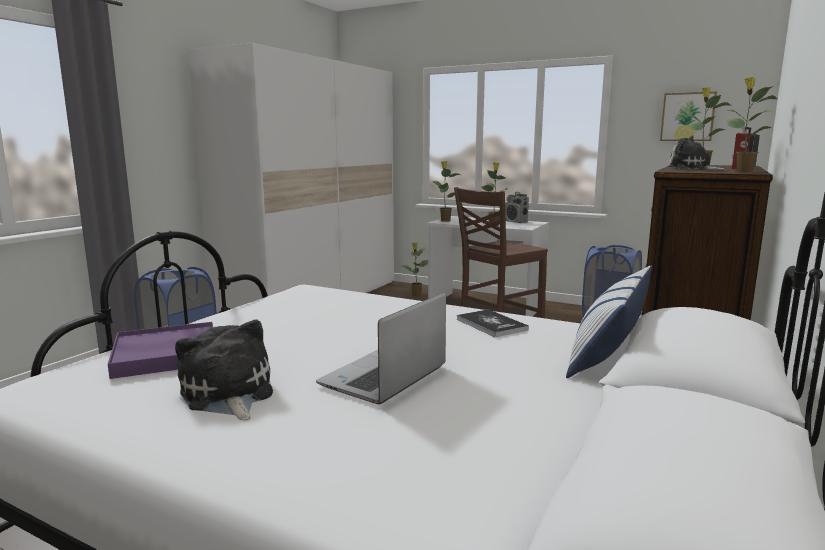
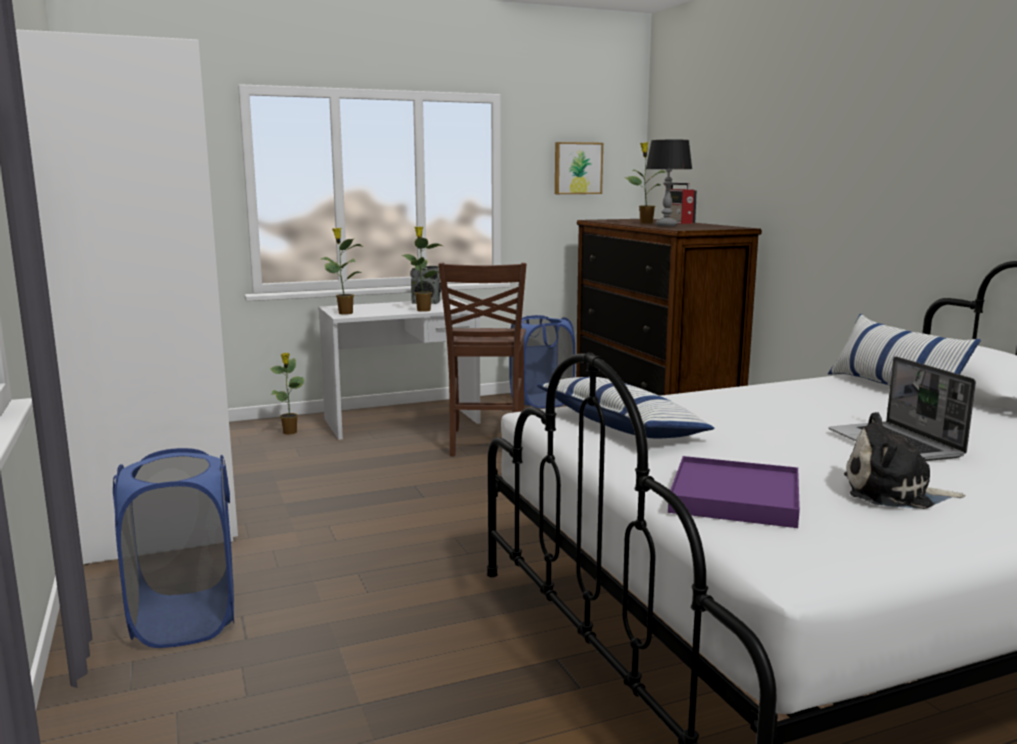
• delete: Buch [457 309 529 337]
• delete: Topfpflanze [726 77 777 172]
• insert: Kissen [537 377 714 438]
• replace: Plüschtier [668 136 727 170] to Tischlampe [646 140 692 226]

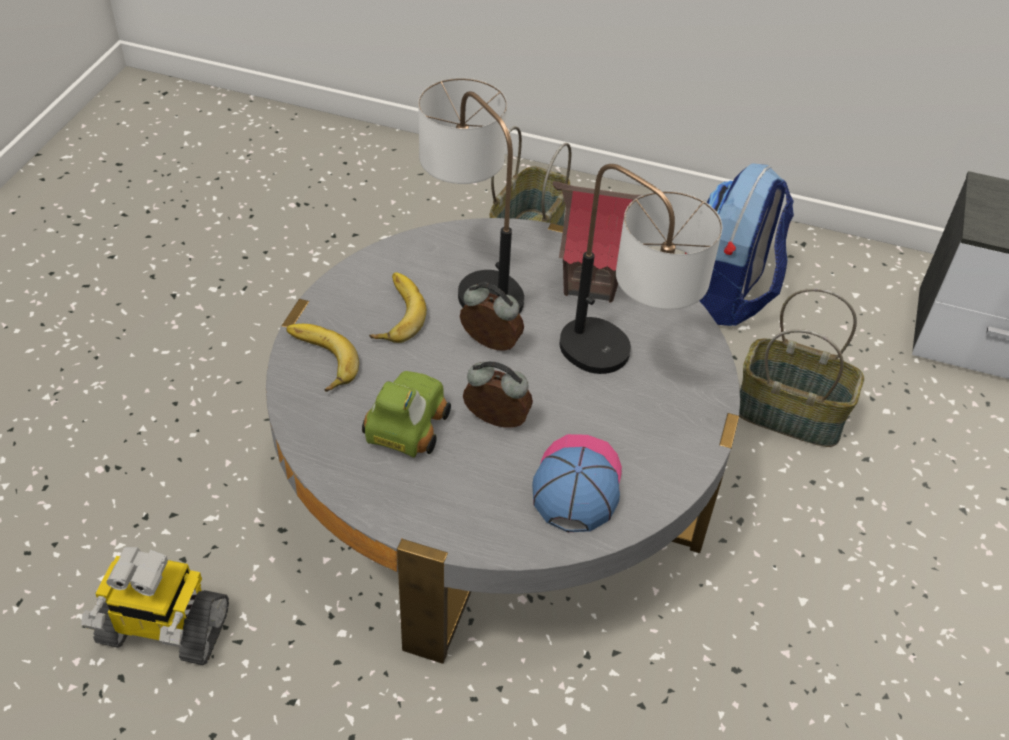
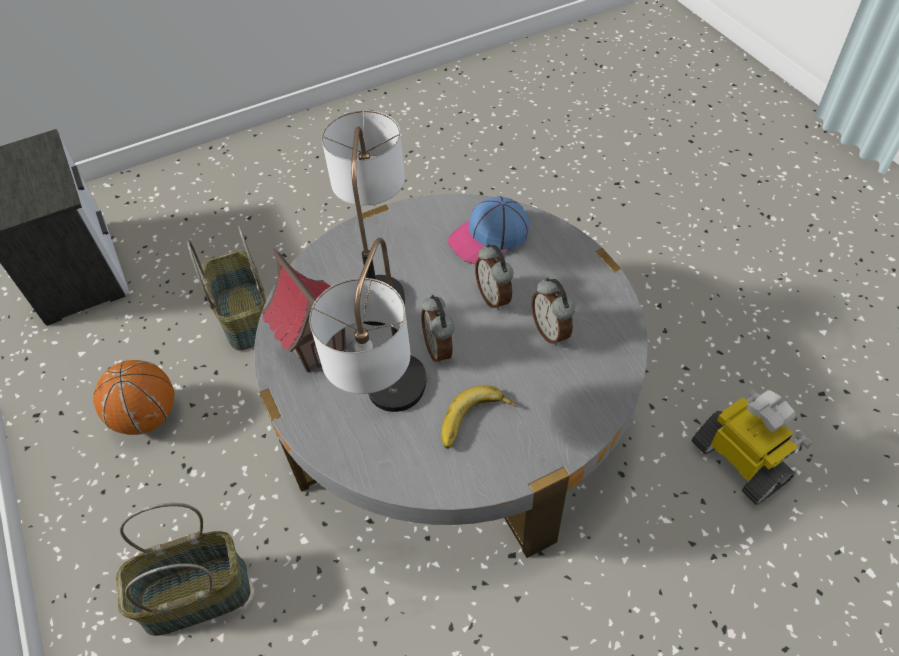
• delete: Banane [286 324 359 392]
• replace: Spielzeugauto [362 371 451 458] to Wecker [531 277 575 346]
• replace: Rucksack [685 163 794 326] to Basketball [93 360 174 435]

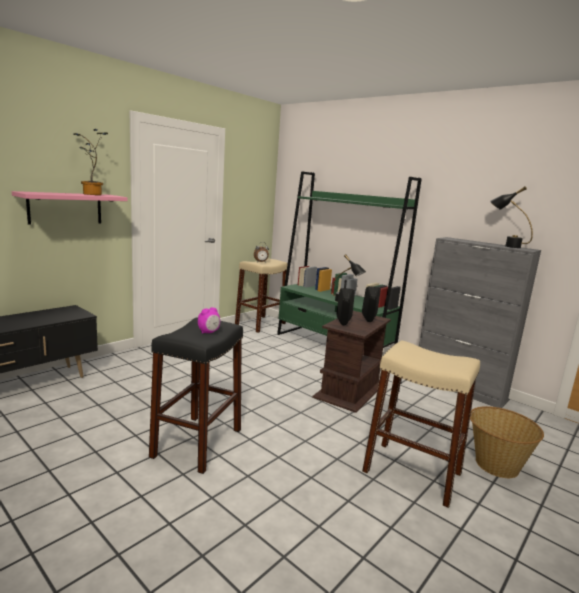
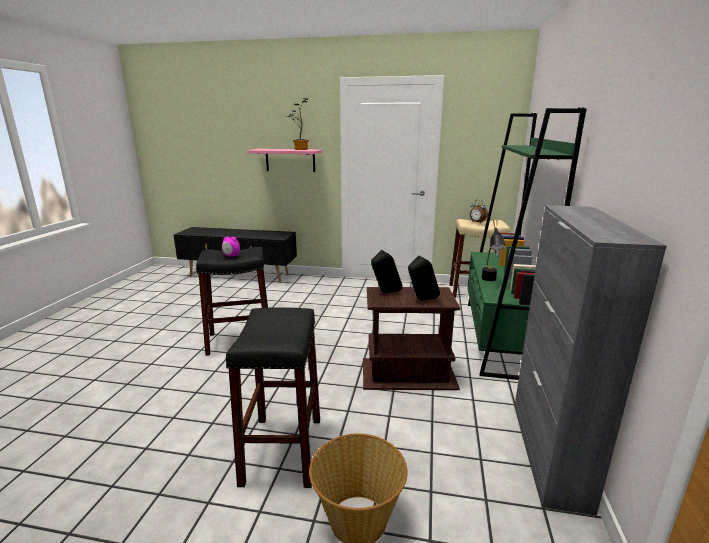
• delete: Tischlampe/schwarz [490 186 533 248]
• recolor: Hocker/beige [362 341 480 508] to Hocker/schwarz [226 308 320 488]

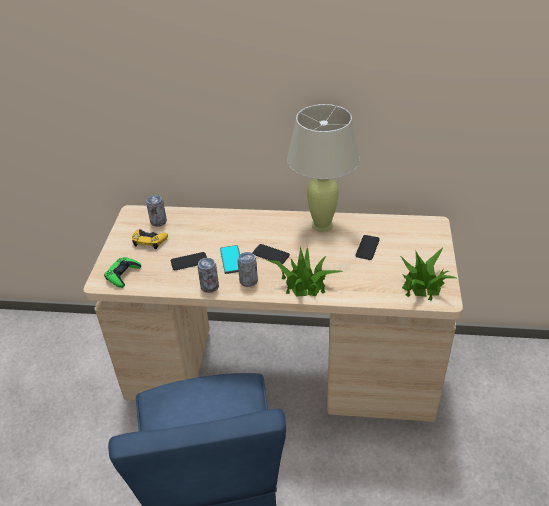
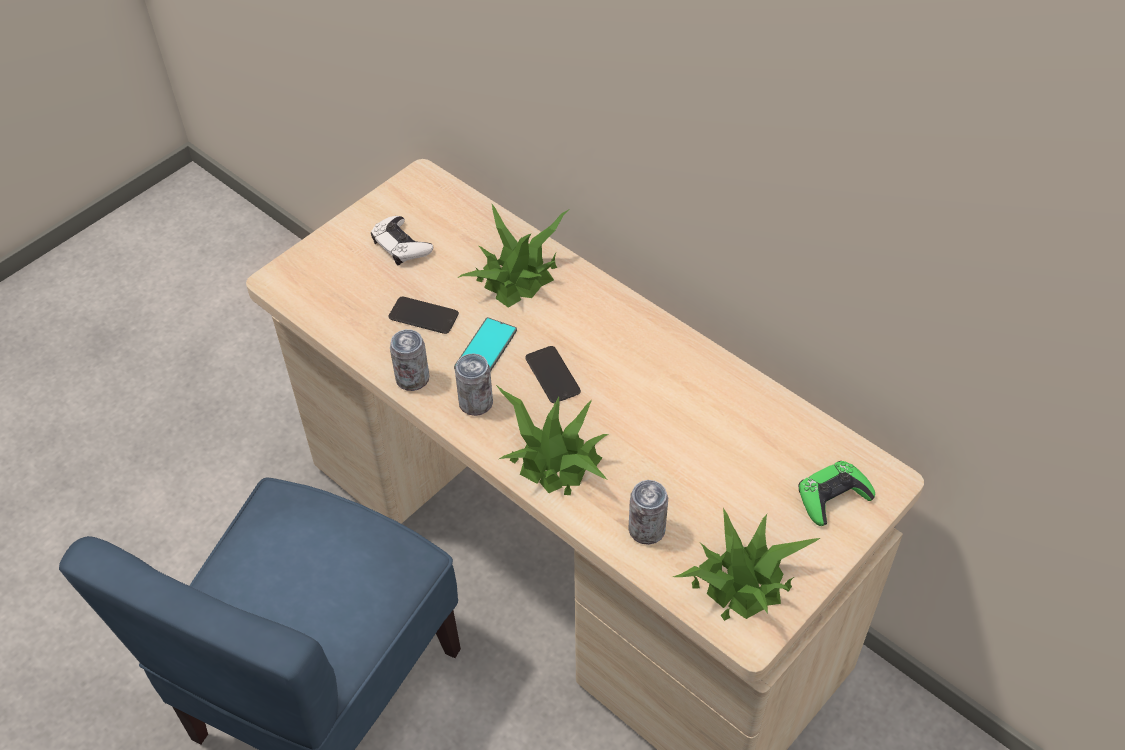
• delete: Tischlampe/beige [287 104 360 232]
• delete: Handy [355 235 380 260]
• insert: Topfpflanze [458 204 568 308]
• move: Gamepad/grün [104 257 141 288] to [798 461 875 526]
• move: Dose [146 195 167 227] to [628 480 668 545]
• recolor: Gamepad/gelb [132 229 168 249] to Gamepad/weiß [371 216 433 265]

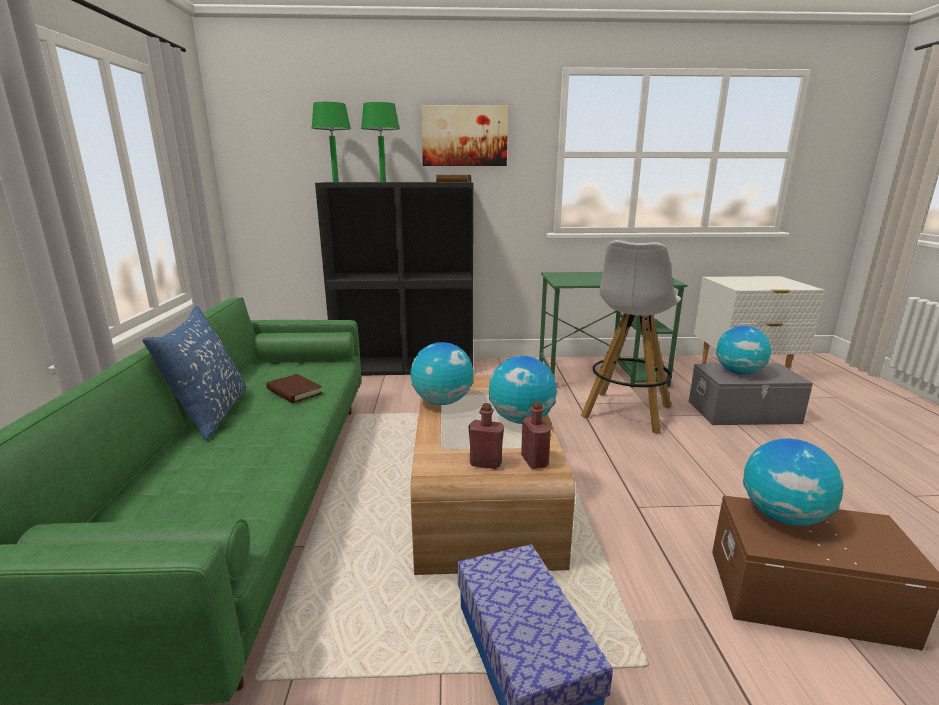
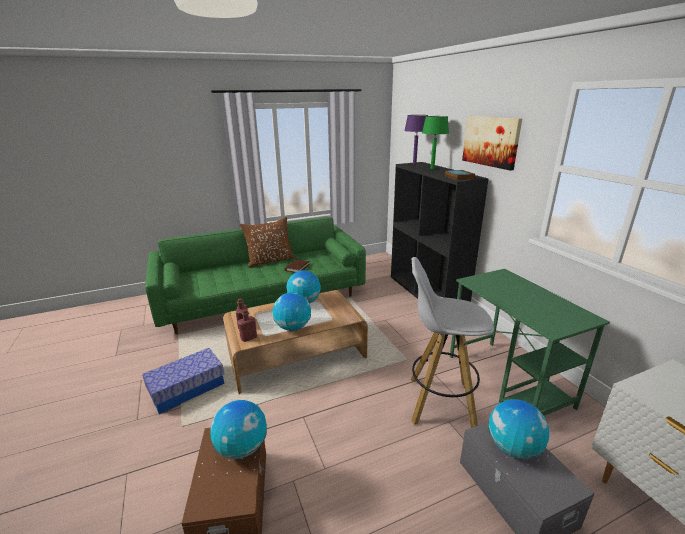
• recolor: Kissen/blau [143 305 246 439] to Kissen/braun [240 217 295 268]
• recolor: Tischlampe/grün [312 102 351 182] to Tischlampe/lila [404 115 428 164]

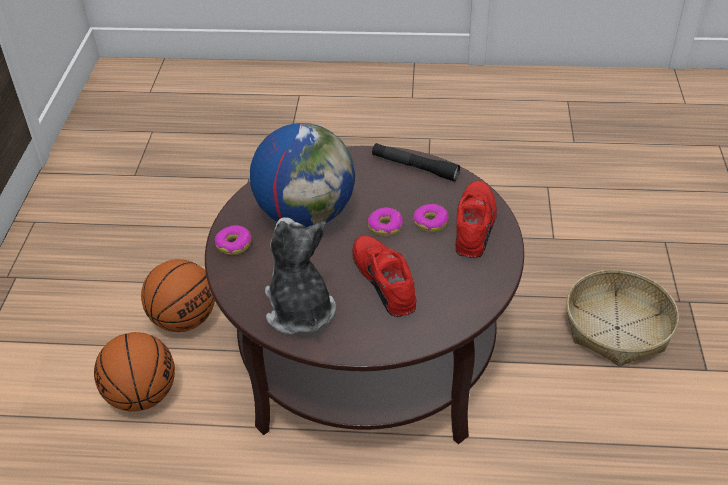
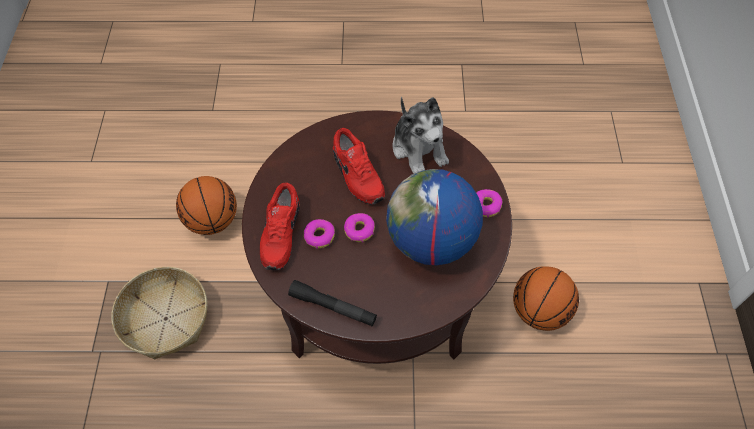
• move: Basketball [94 332 175 412] to [176 176 237 235]

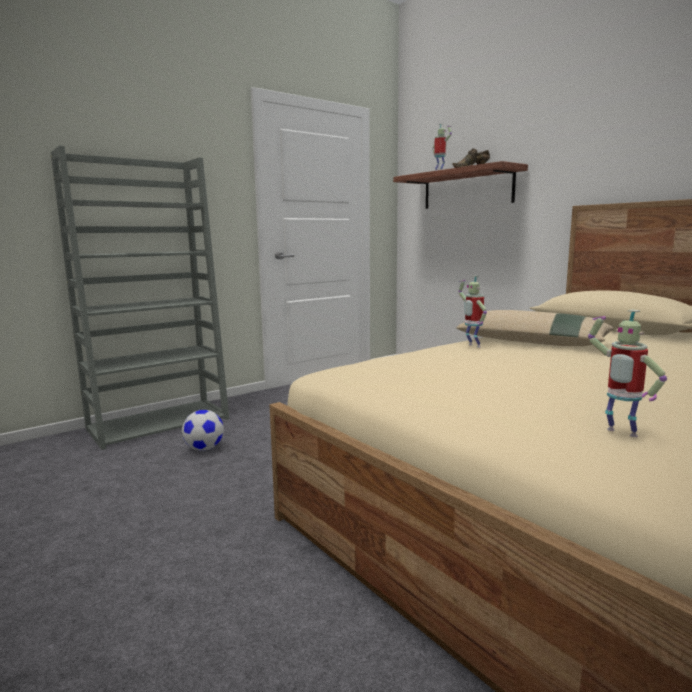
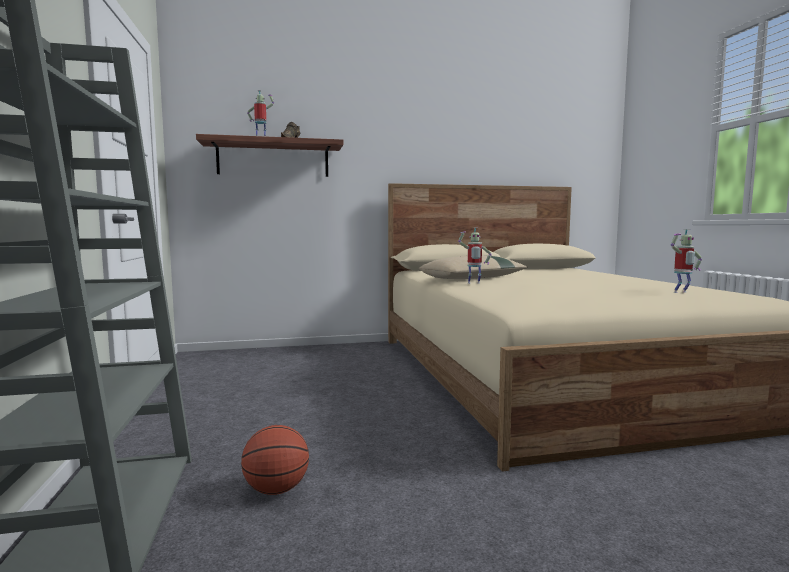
• replace: Fußball [182 410 224 450] to Basketball [241 425 309 495]

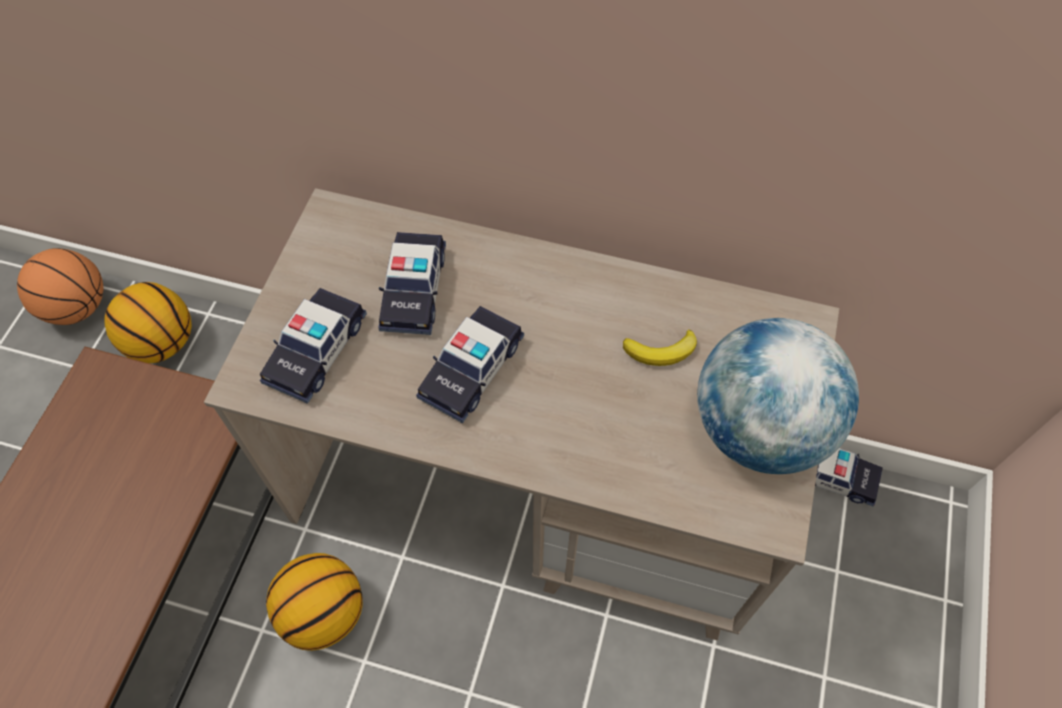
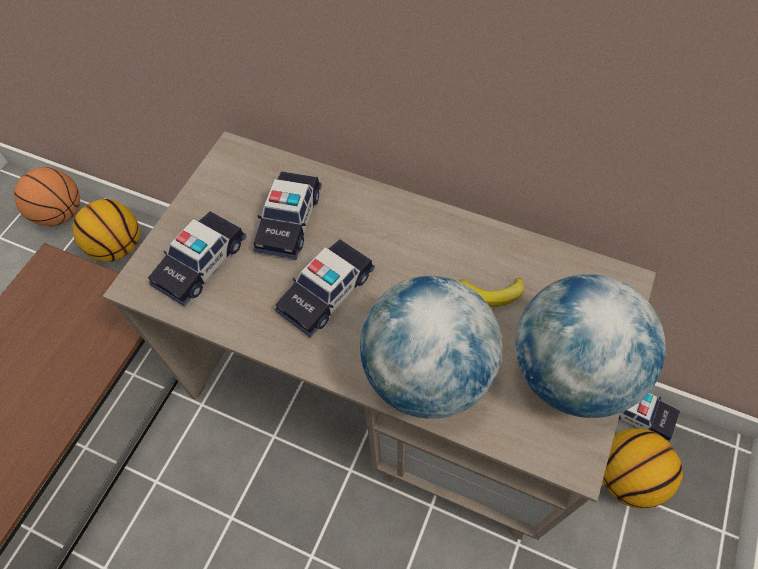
• insert: Globus [360 276 502 419]
• move: Basketball [266 553 363 651] to [603 428 683 509]

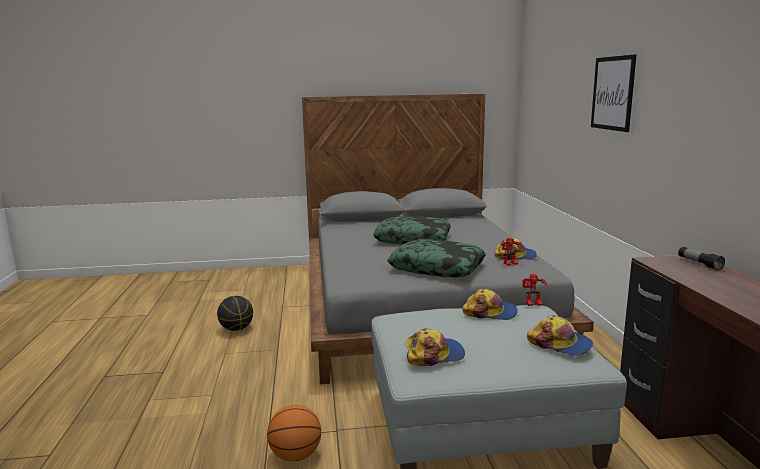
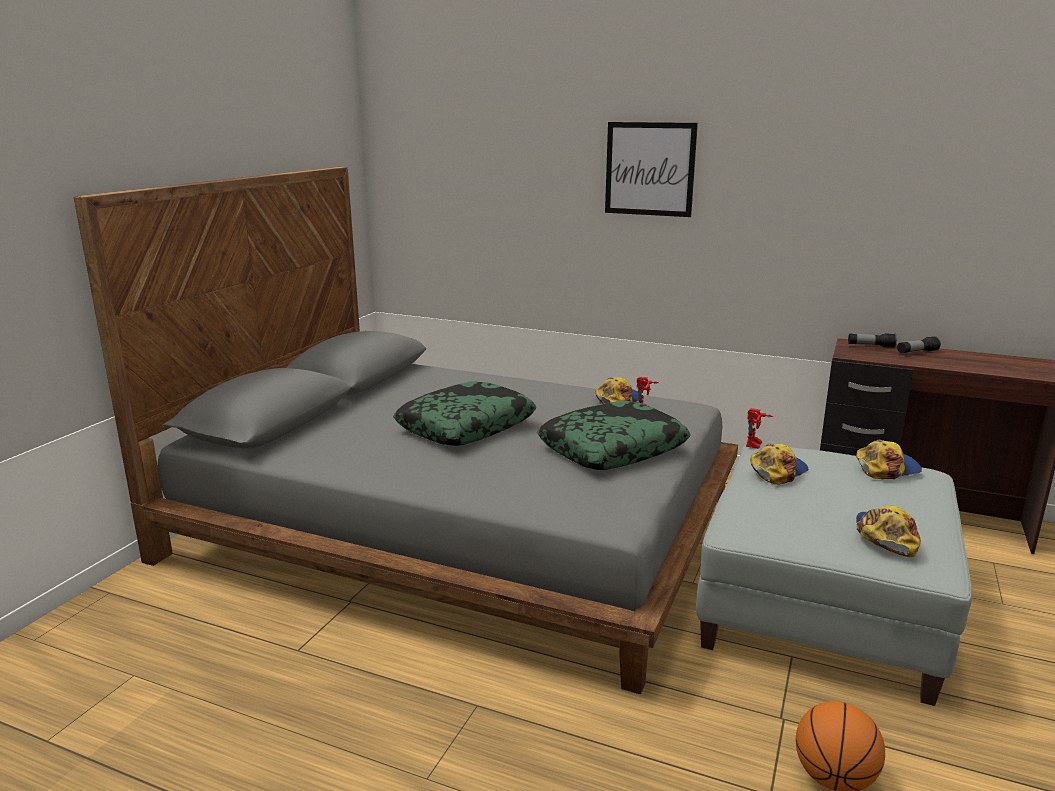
• delete: Basketball [217 296 253 331]
• insert: Taschenlampe [897 336 941 353]

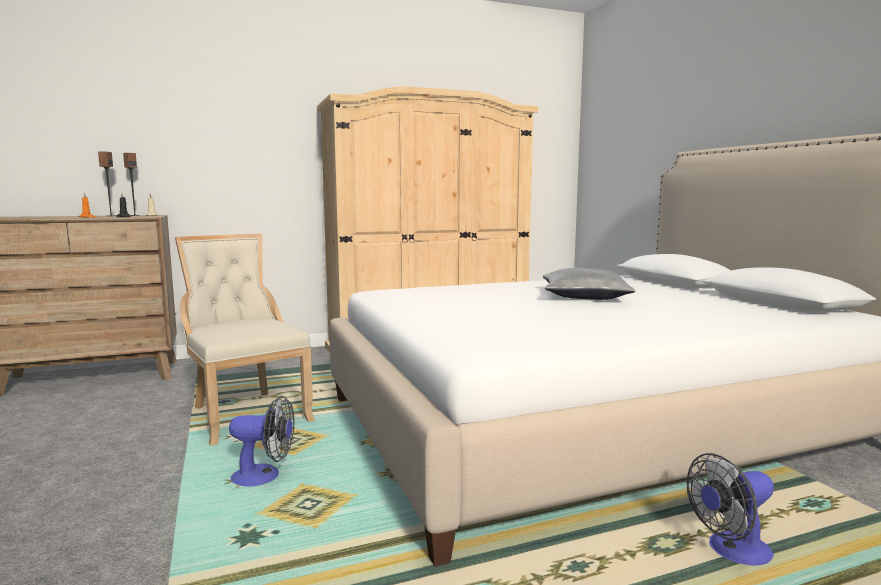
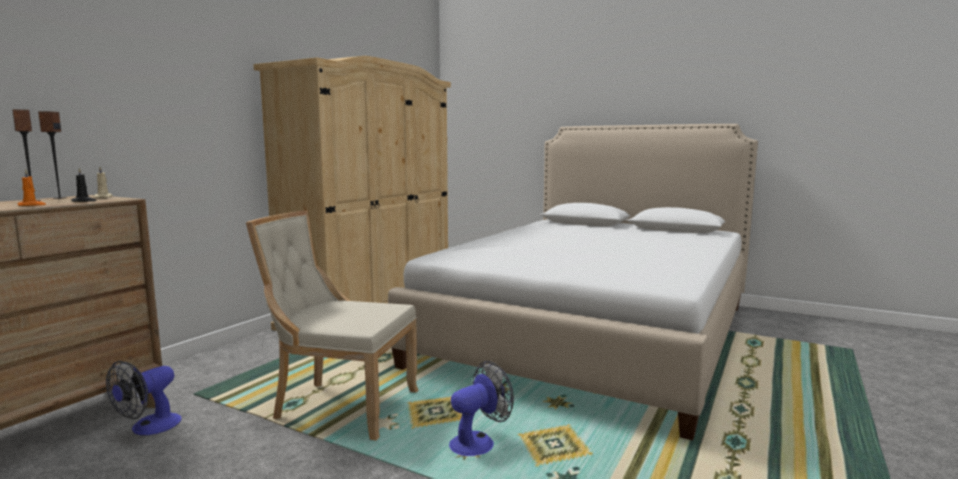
• delete: Kissen/grau [543 268 635 300]
• move: Ventilator [686 453 774 566] to [106 361 182 435]

